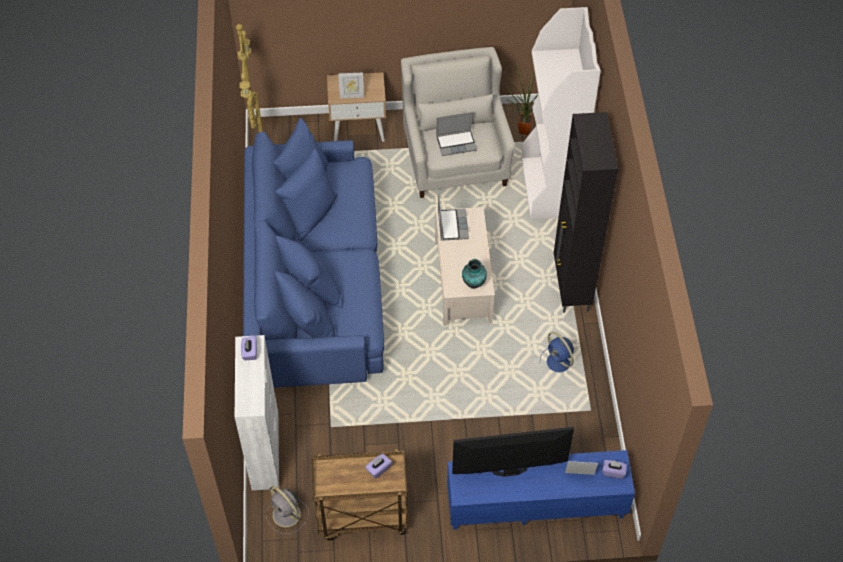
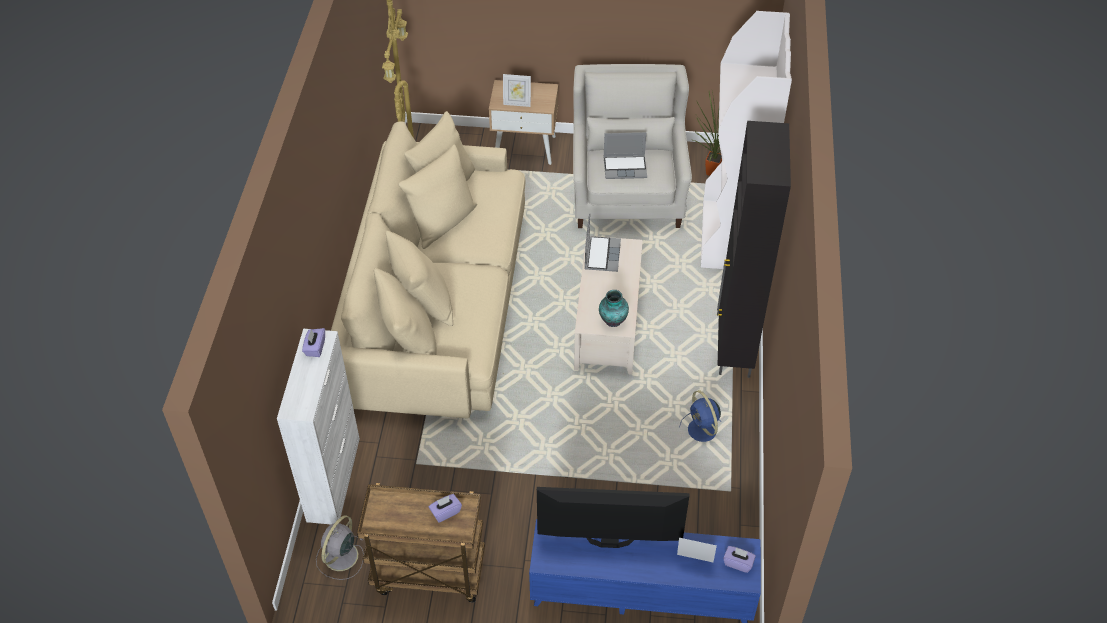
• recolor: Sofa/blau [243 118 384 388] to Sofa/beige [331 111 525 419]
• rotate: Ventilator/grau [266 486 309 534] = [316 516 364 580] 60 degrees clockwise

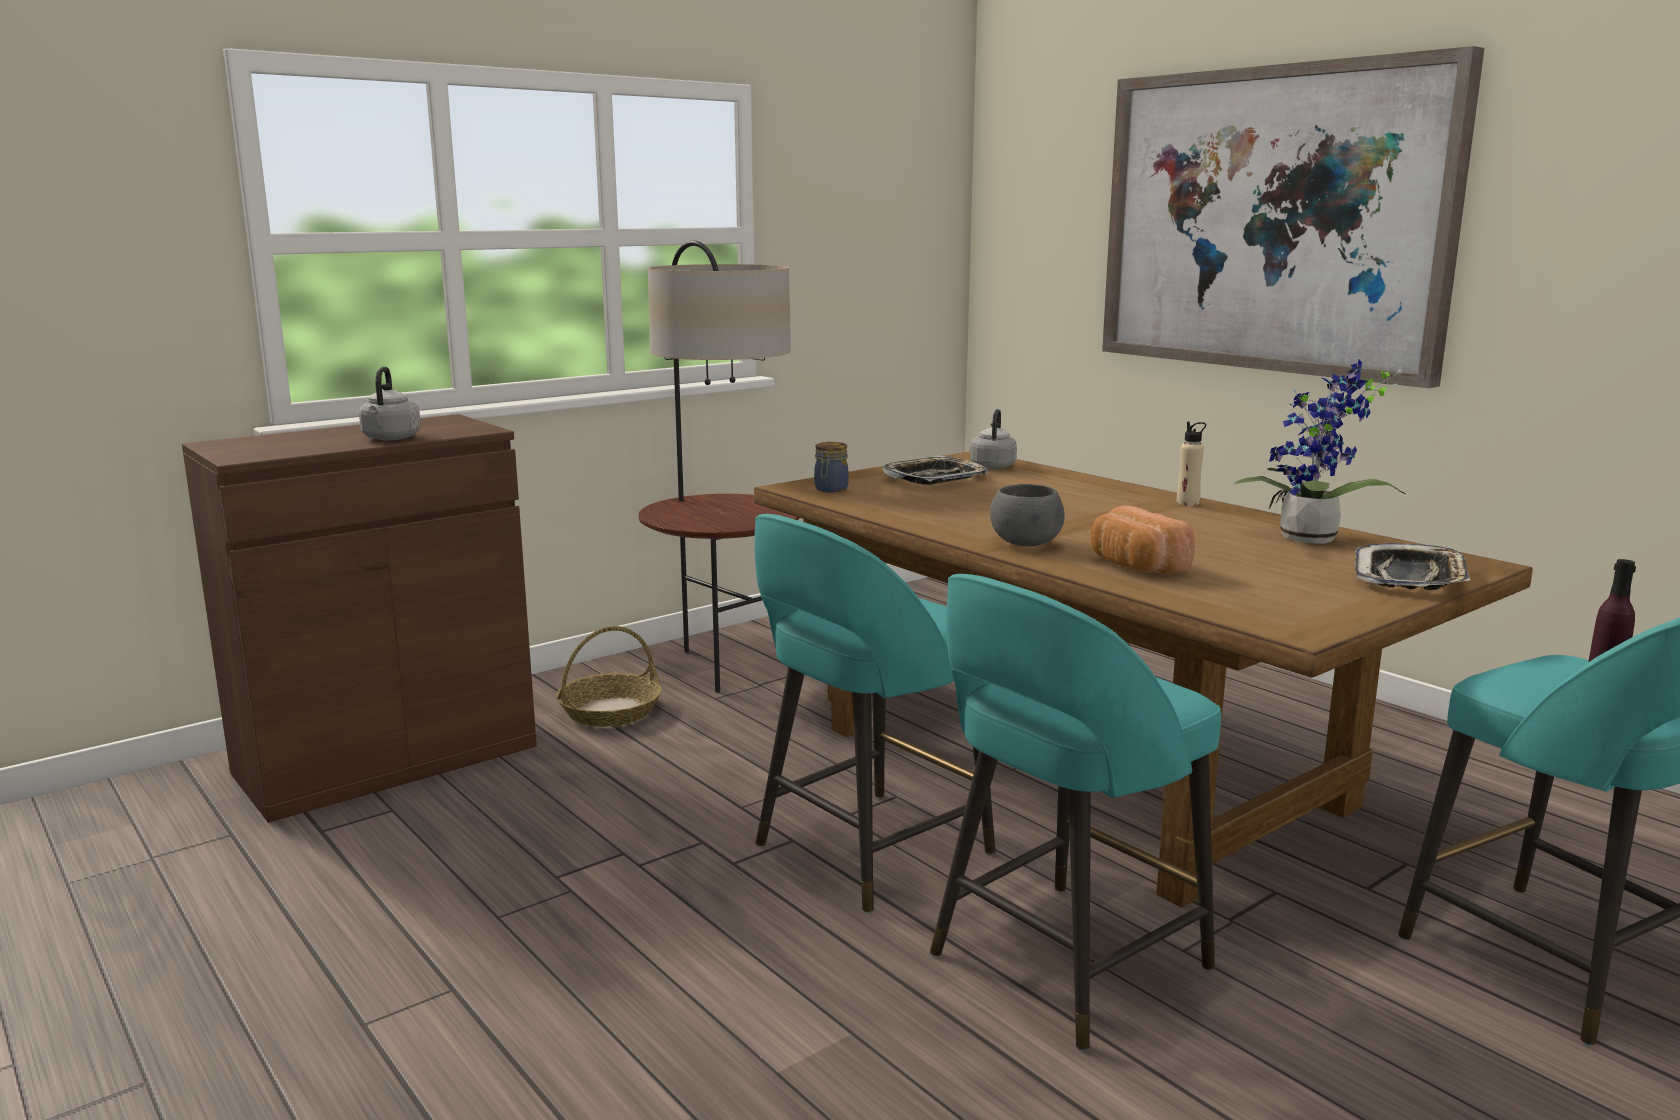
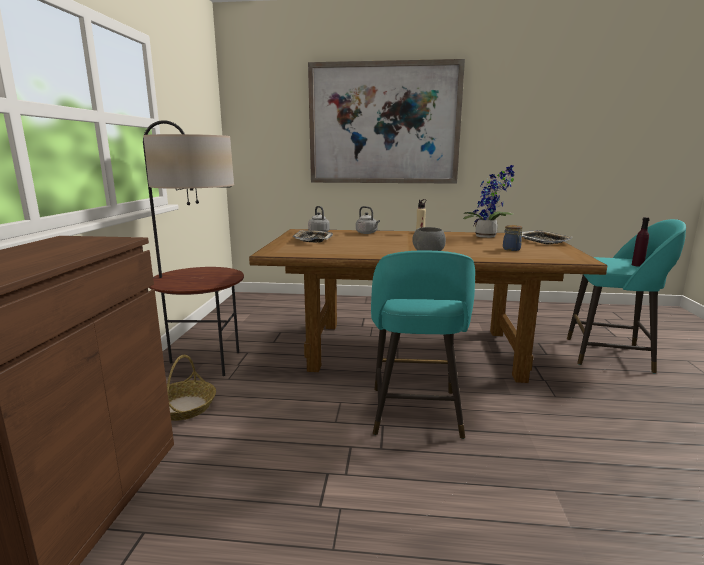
• delete: Hocker/türkis [930 574 1221 1051]
• delete: Brot [1090 506 1195 575]
• move: Wasserkessel/grau [359 366 421 441] to [356 206 380 234]
• move: Vorratsglas [814 442 849 493] to [503 225 522 251]

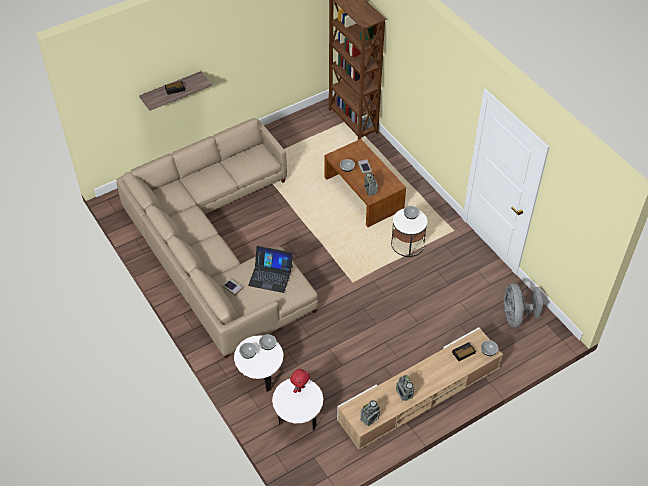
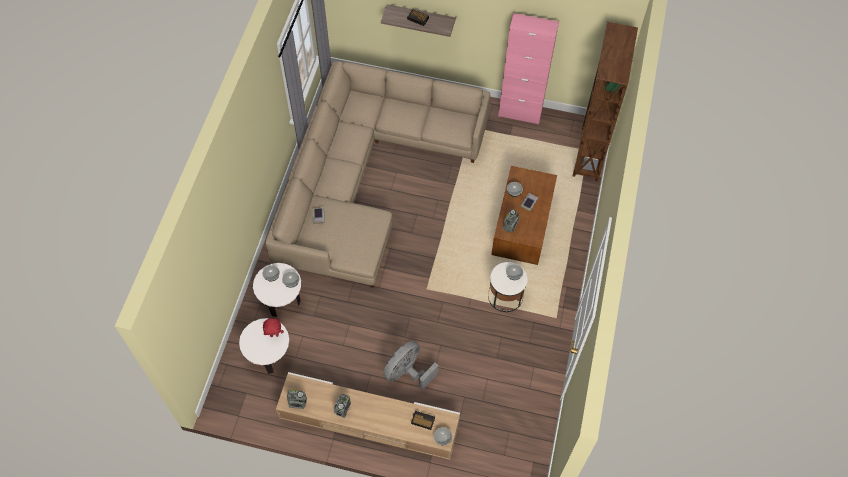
• delete: Laptop [248 246 293 293]
• insert: Schrank/rosa [498 13 559 125]
• move: Ventilator/grau [504 283 543 328] to [383 341 439 390]

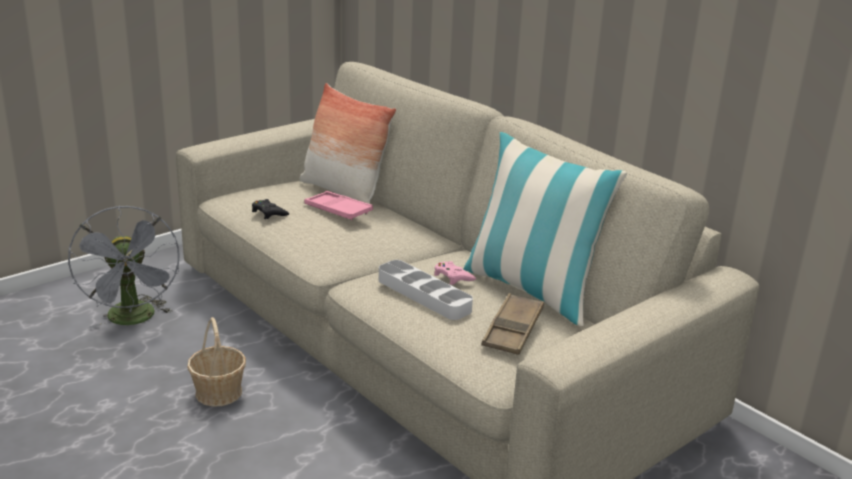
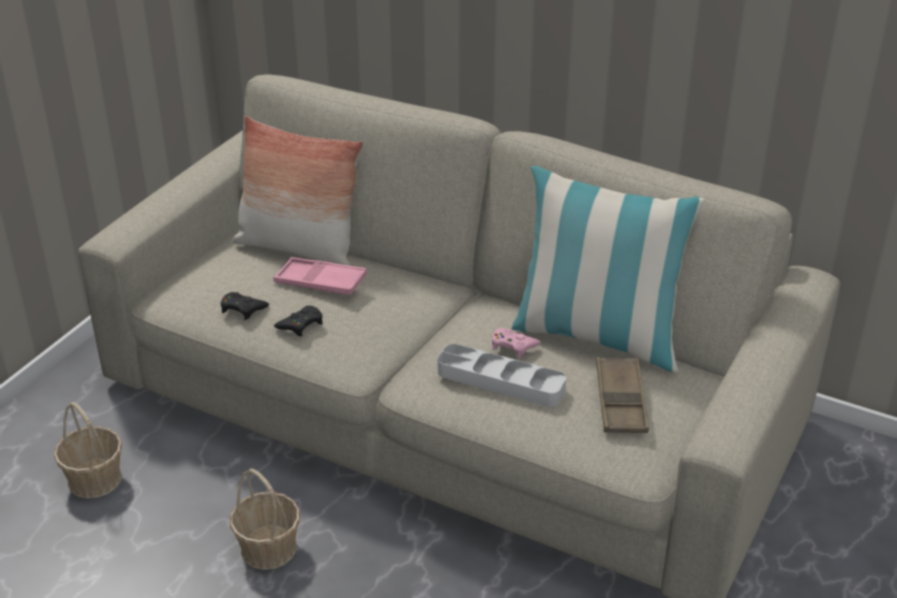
• insert: Gamepad/schwarz [274 306 323 337]
• replace: Ventilator/grau [68 205 180 329] to Korb [54 402 122 499]

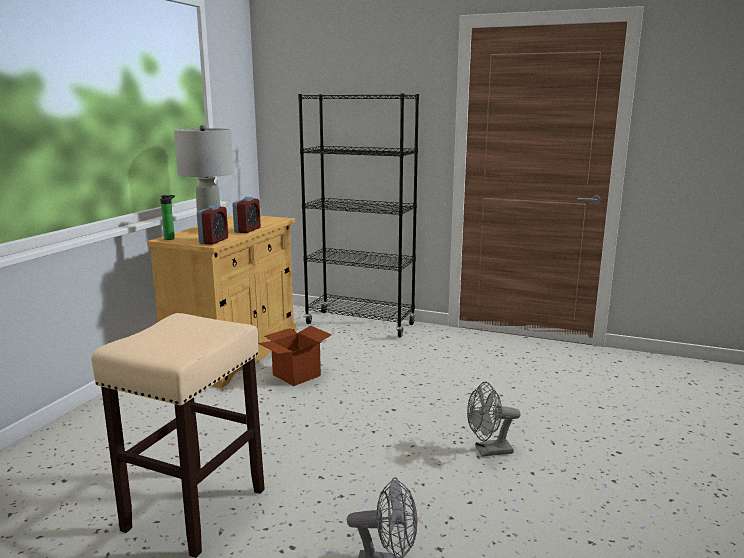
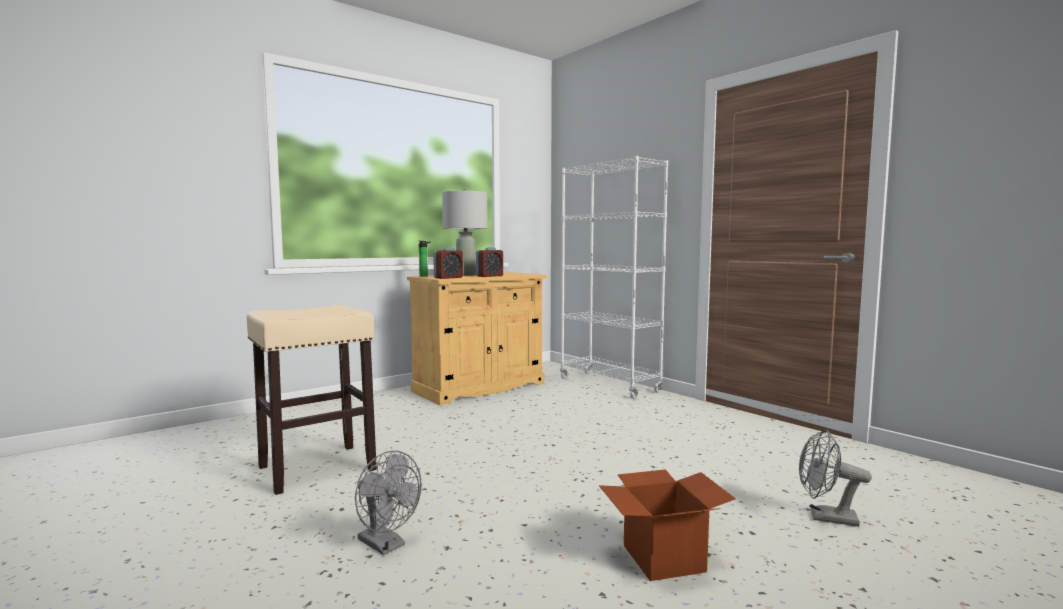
• move: Karton [258 326 332 386] to [599 469 736 581]
• move: Ventilator/grau [467 382 521 457] to [799 430 872 527]
• recolor: Bücherregal/schwarz [298 93 419 337] to Bücherregal/weiß [560 156 668 399]

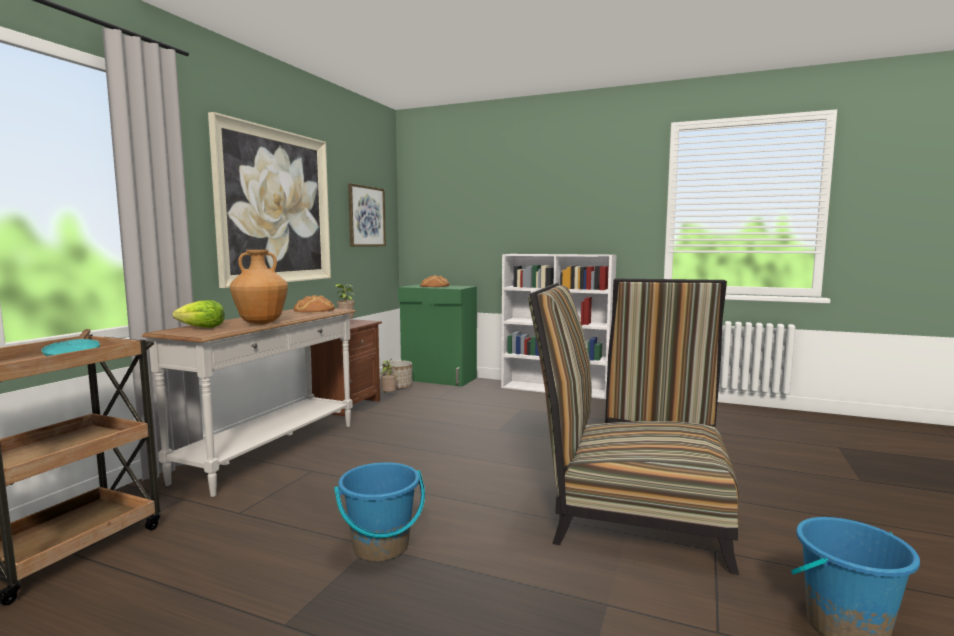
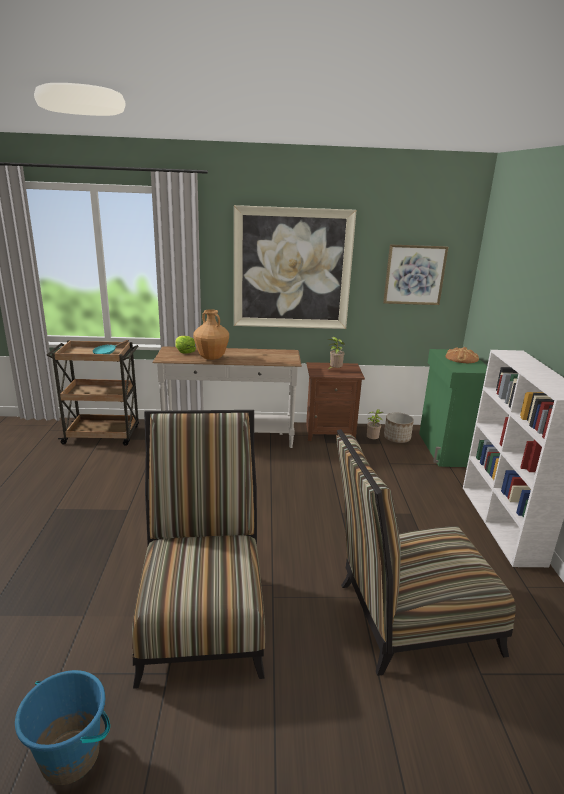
• delete: Brot [293 295 335 312]
• delete: Eimer/blau [334 462 425 562]

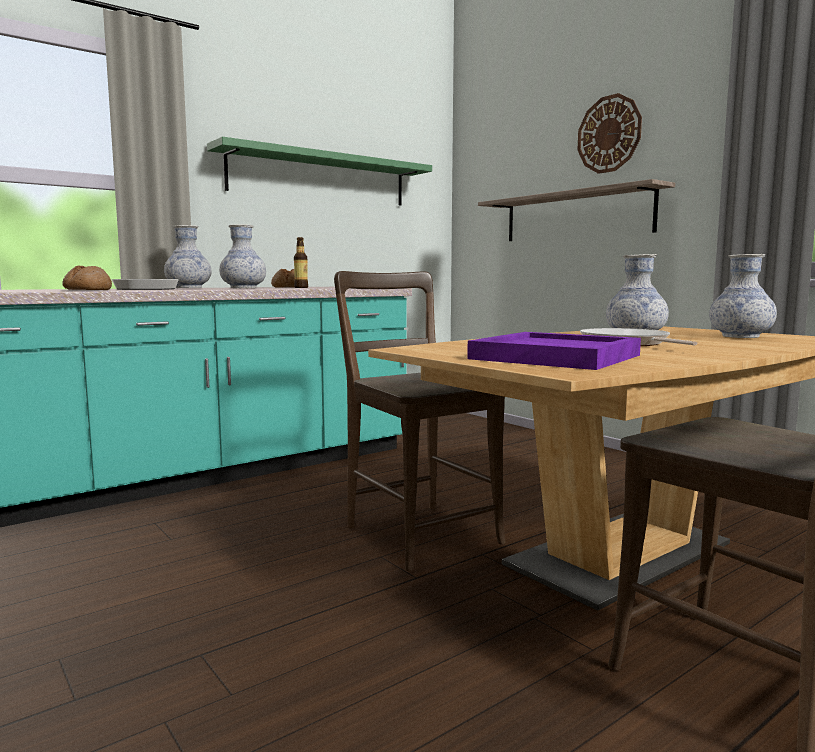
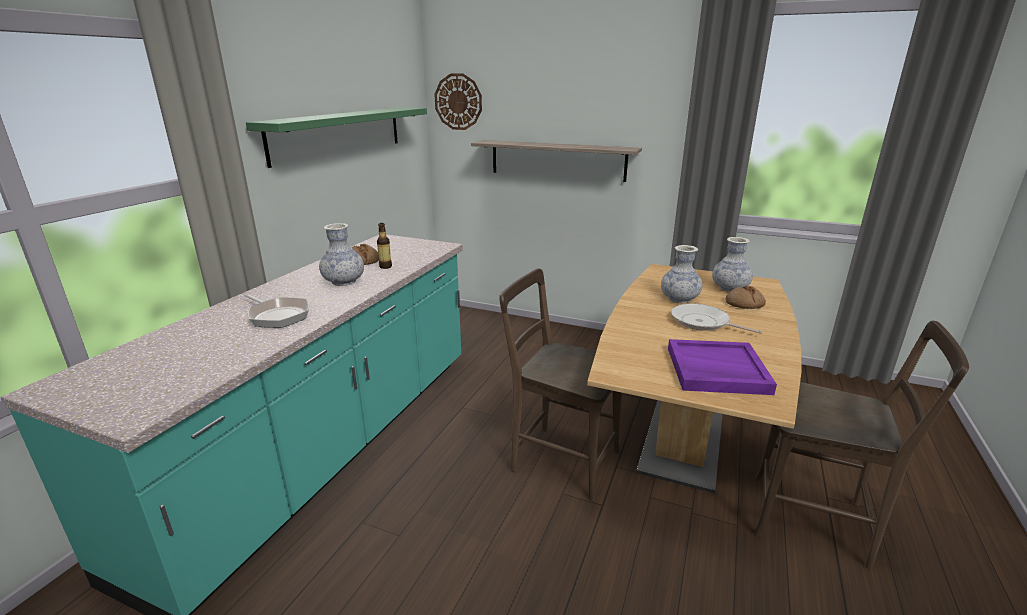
• delete: Vase [164 225 211 288]
• move: Brot [62 265 112 290] to [725 286 766 309]
• move: Wanduhr [578 93 642 174] to [434 74 482 130]

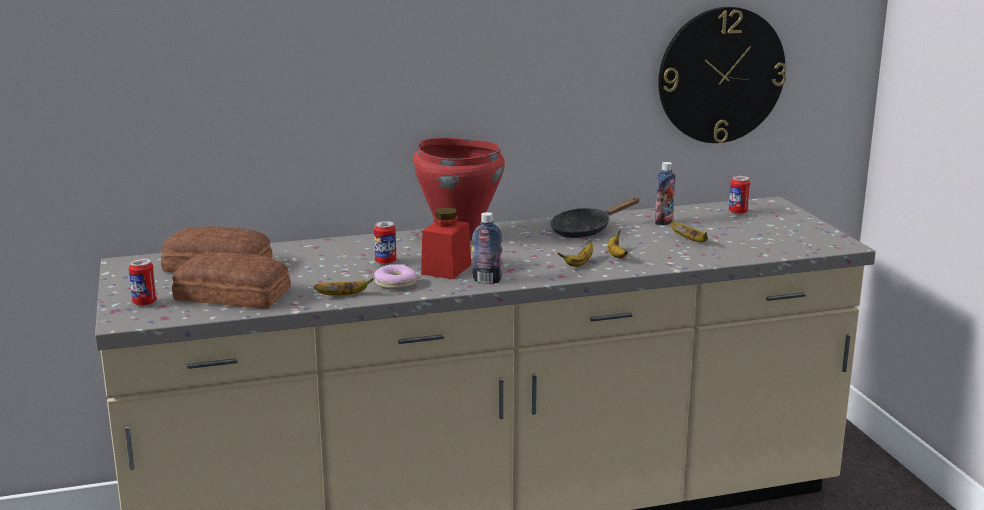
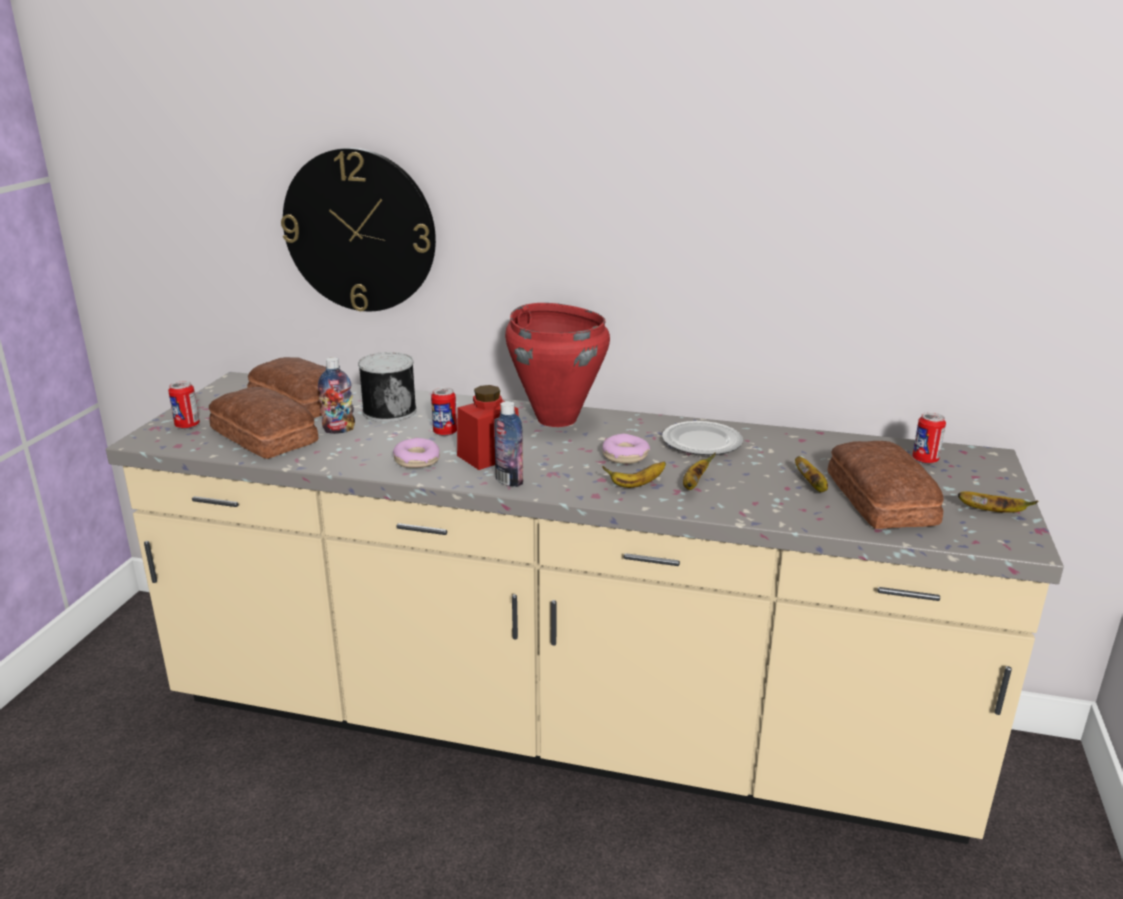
• insert: Dose [358 352 417 422]
• insert: Donut [603 434 650 464]
• insert: Brot [828 441 944 529]
• move: Banane [314 278 374 295] to [958 491 1038 513]
• move: Flasche [655 162 675 225] to [318 357 355 434]
• move: Wanduhr [658 7 787 143] to [281 148 436 311]
• replace: Pfanne/schwarz [550 197 640 238] to Teller [662 421 743 455]

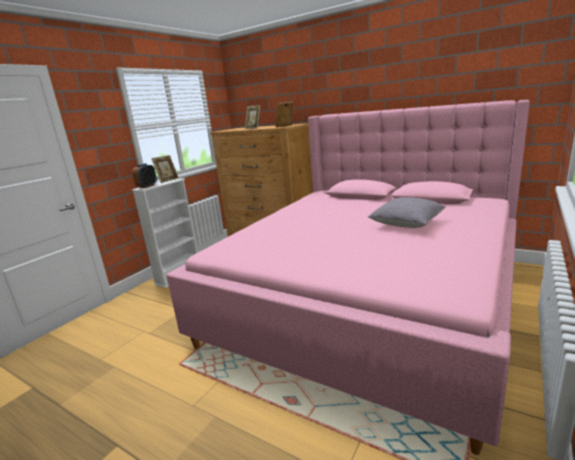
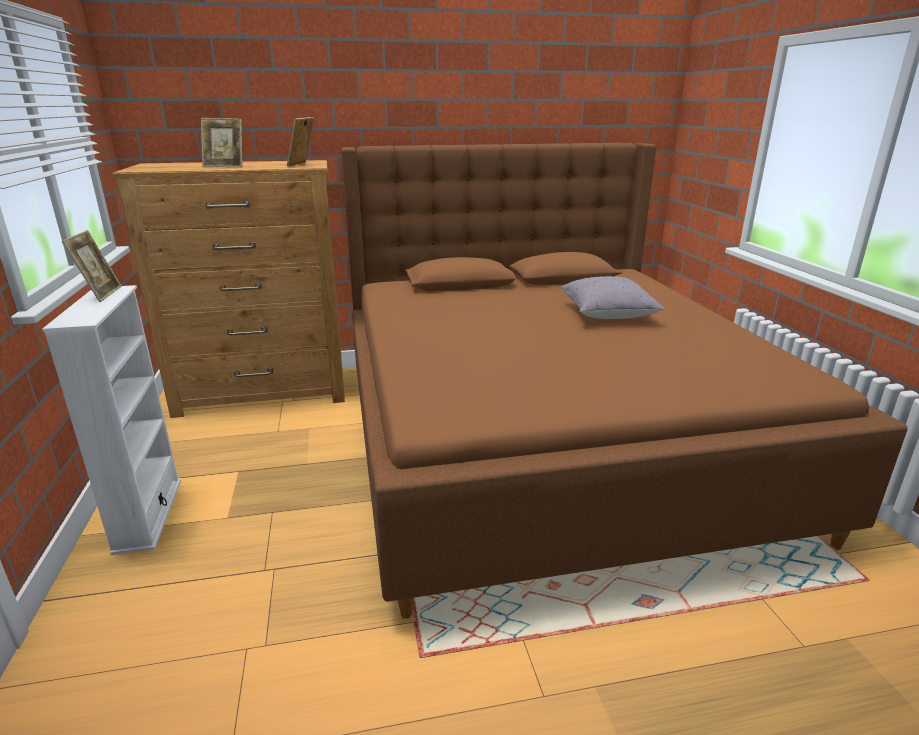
• delete: Wecker [132 164 157 188]
• recolor: Bett/rosa [167 100 530 455] to Bett/braun [341 143 908 619]

